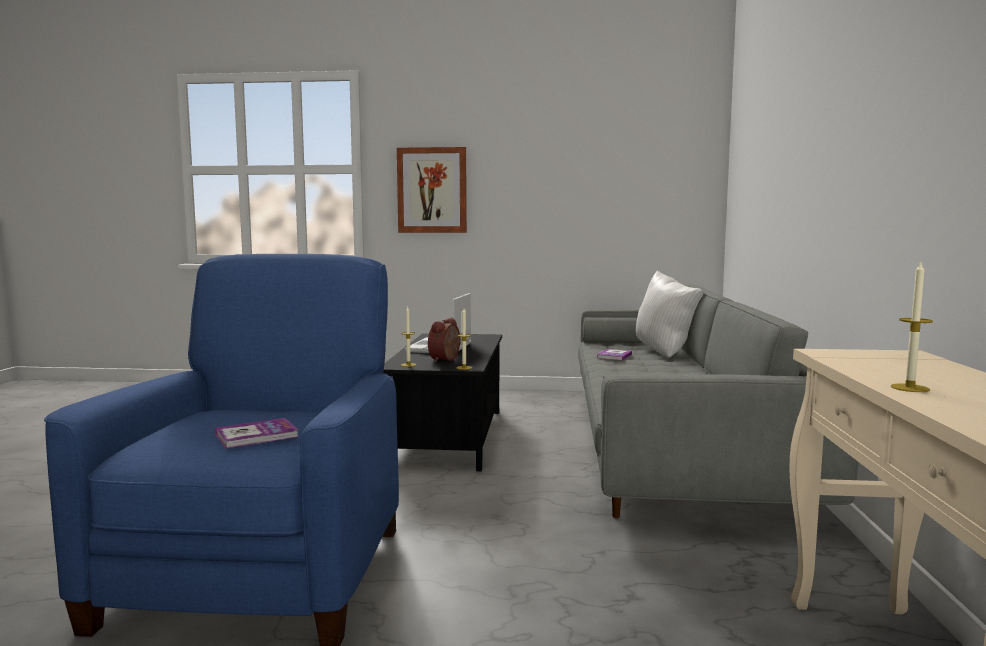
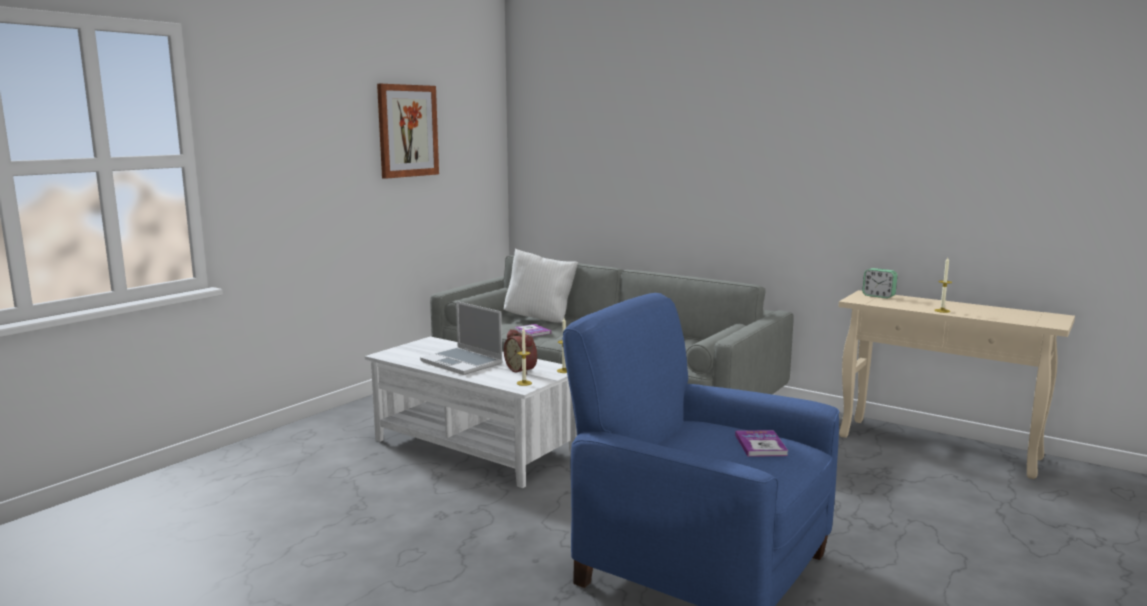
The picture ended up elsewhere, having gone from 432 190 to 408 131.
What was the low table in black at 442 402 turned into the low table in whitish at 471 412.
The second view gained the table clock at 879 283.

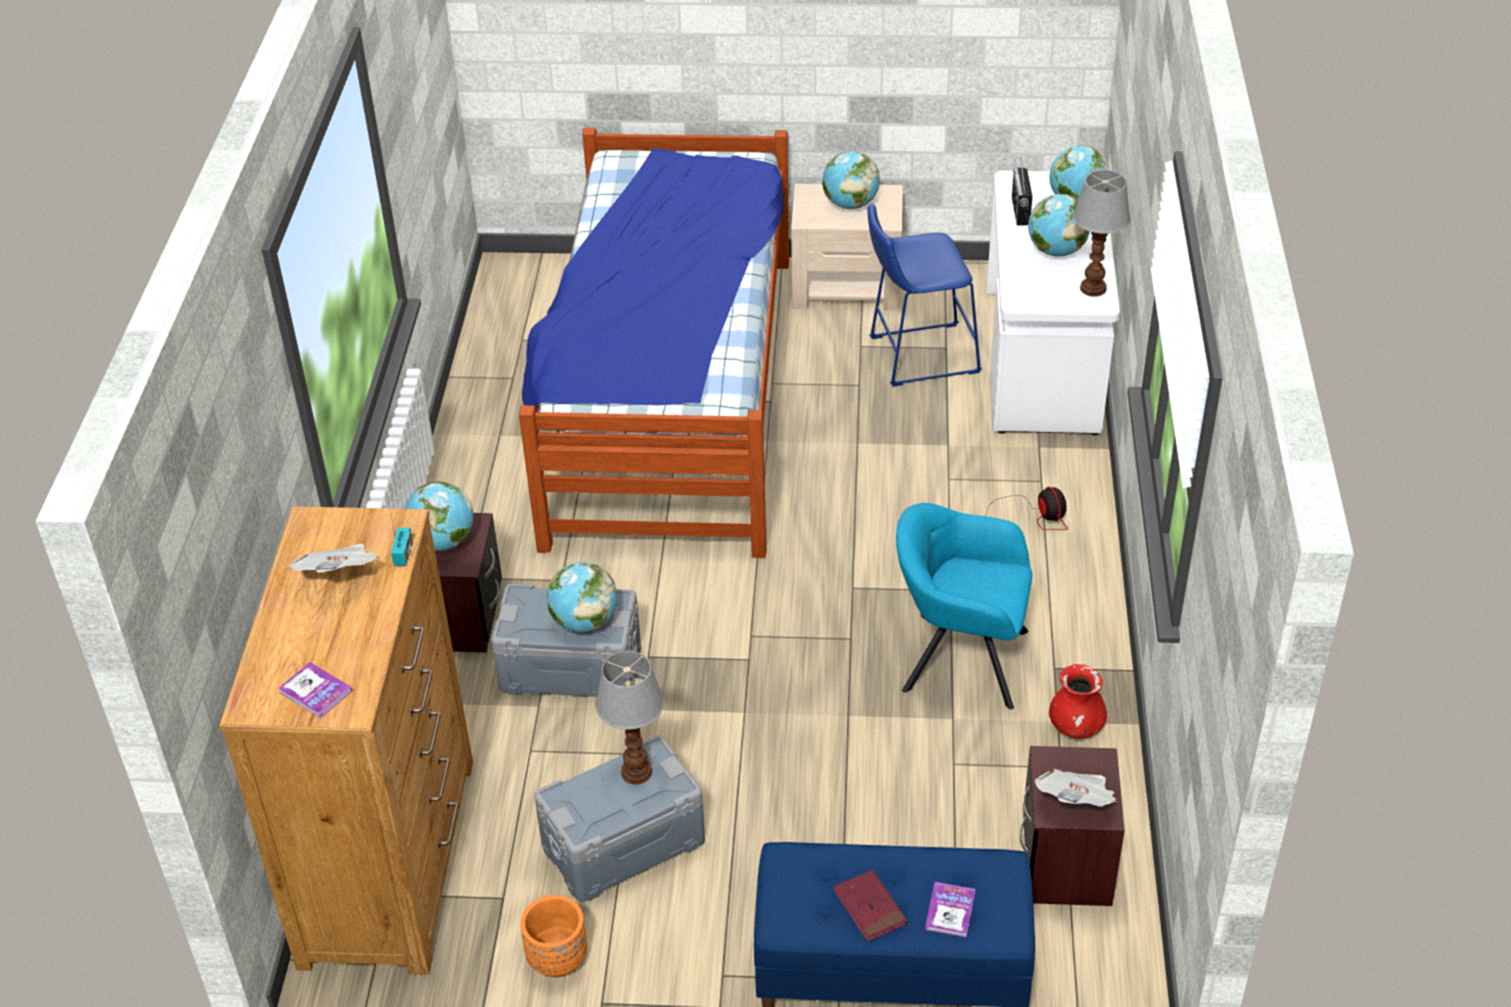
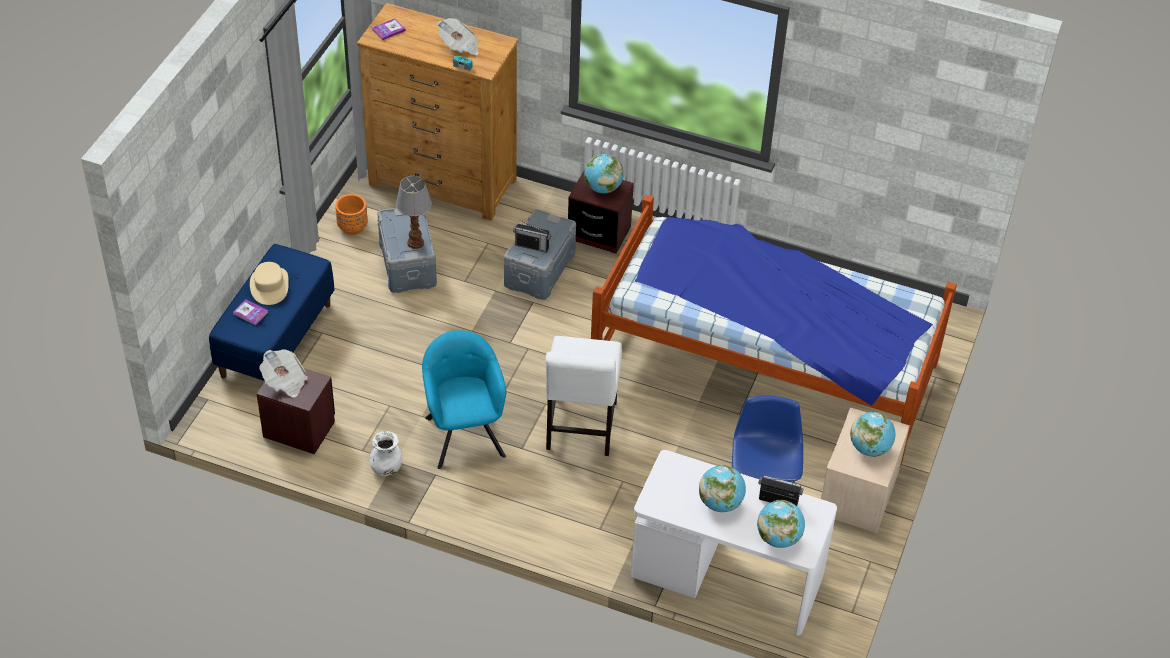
The second view lost the table lamp at 1102 233.
The second view lost the cooling fan at 1026 508.
The armchair in blue-green at 964 606 ended up facing another way, 45 degrees counterclockwise from before.
Where the globe stood at 582 597, the radio receiver came to stand at 532 236.
What was the flower vase in red at 1078 701 turned into the flower vase in whitish at 385 453.
Where the bound book in red stood at 870 906, the clothing hat in sand-coloured came to stand at 269 283.
The second view gained the upright chair in whitish at 583 396.

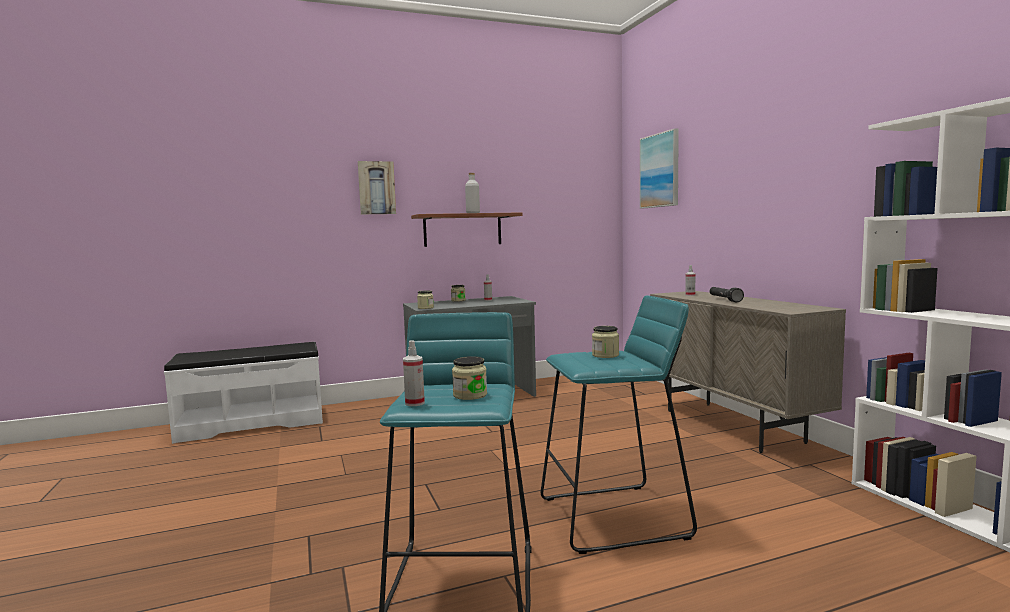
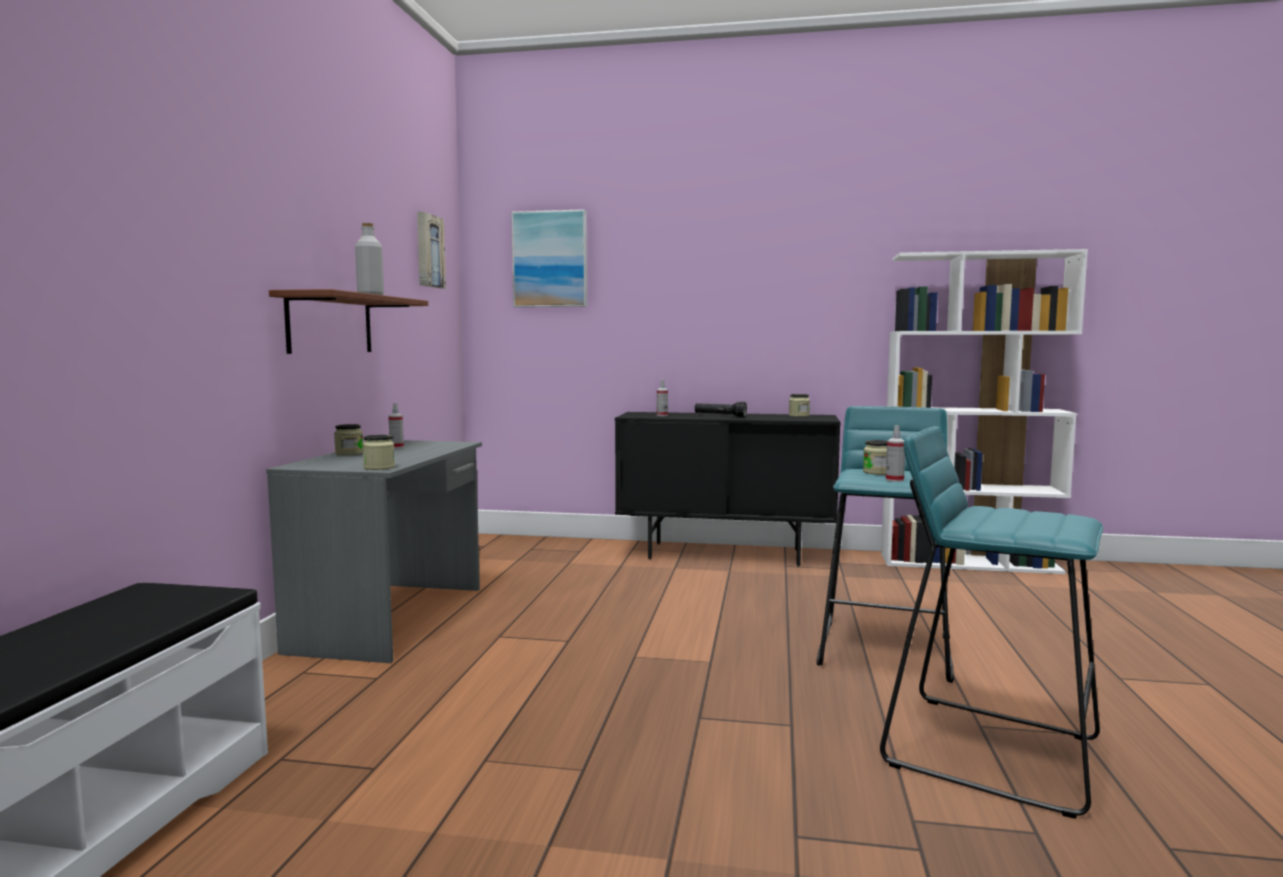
The picture ended up elsewhere, having gone from 377 187 to 431 250.
What was the storage cabinet in sand-coloured at 748 372 turned into the storage cabinet in black at 728 489.
The sprayer ended up elsewhere, having gone from 414 373 to 895 453.
The preserve jar ended up elsewhere, having gone from 469 378 to 799 405.

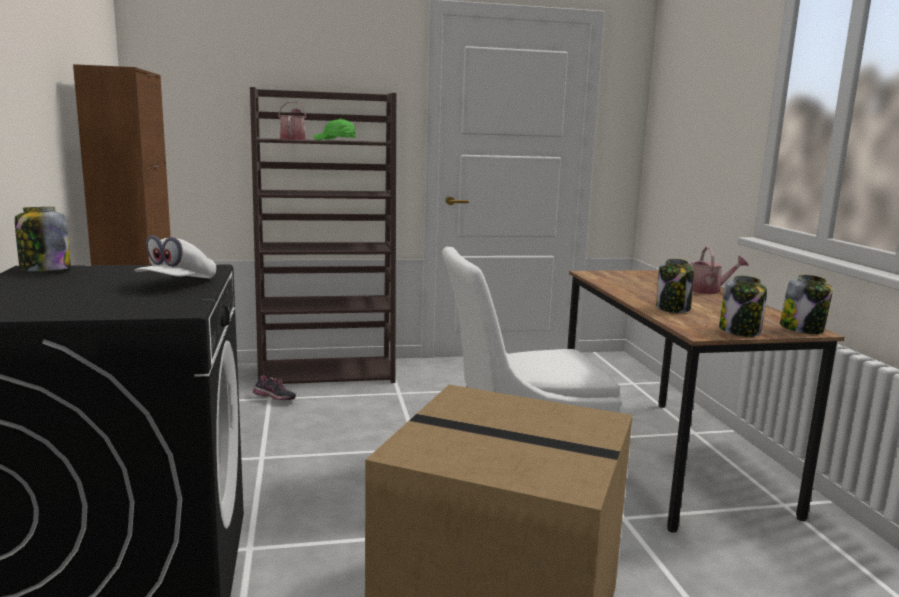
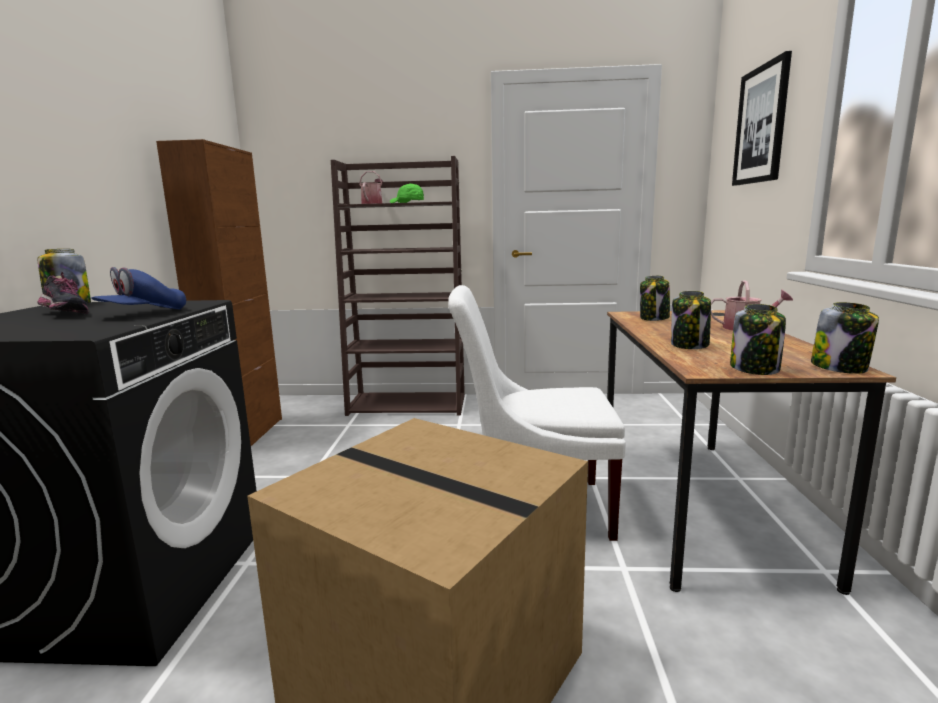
What was the cap in whitish at 175 256 turned into the cap in blue at 138 288.
The low shoe ended up elsewhere, having gone from 274 388 to 63 293.
The second view gained the picture at 762 118.
The second view gained the preserve jar at 655 298.

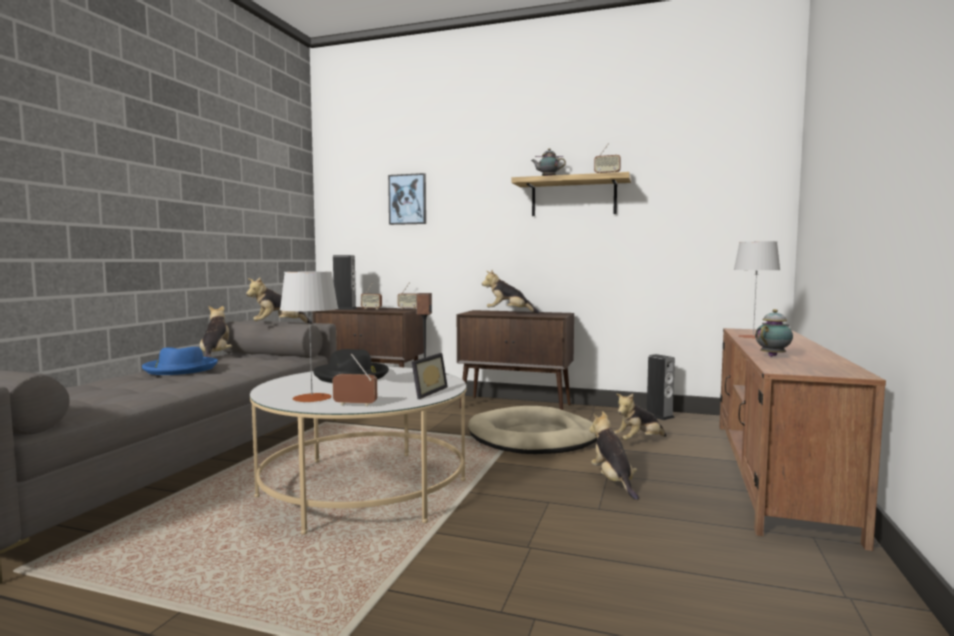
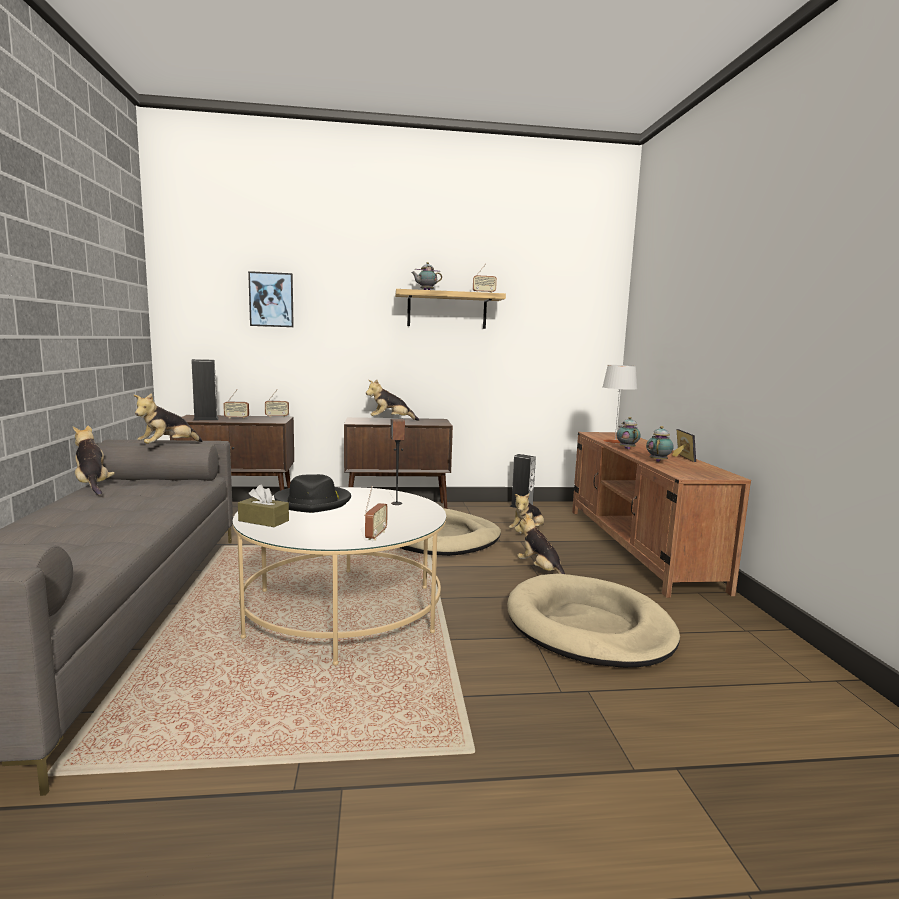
The second view lost the table lamp in grey at 309 337.
The second view lost the clothing hat in blue at 180 361.
The picture frame ended up elsewhere, having gone from 430 376 to 684 445.
The radio receiver at 355 380 ended up facing another way, 120 degrees clockwise from before.
The second view gained the pot for tea at 628 433.
The second view gained the tissue holder in brown at 263 506.
The second view gained the pet bed in sand-coloured at 593 621.

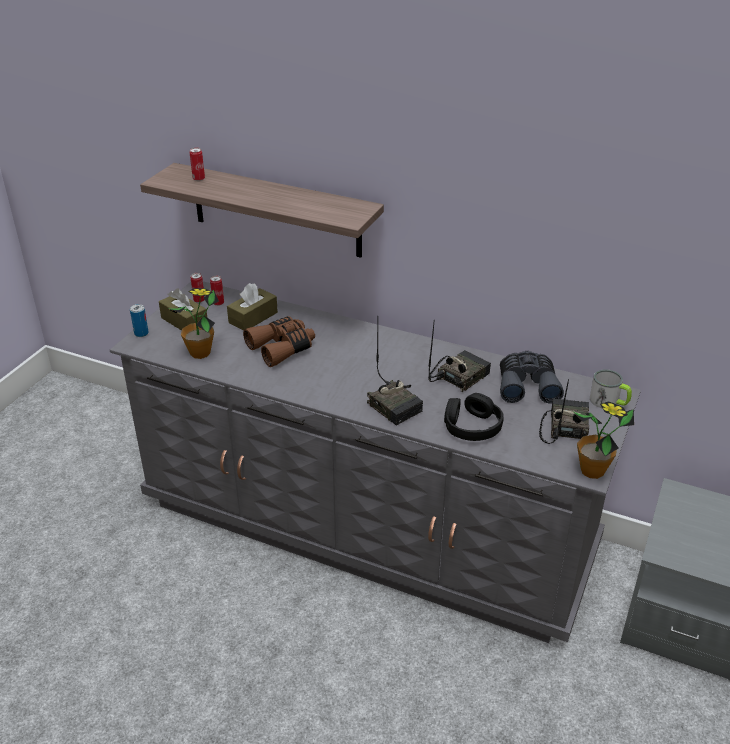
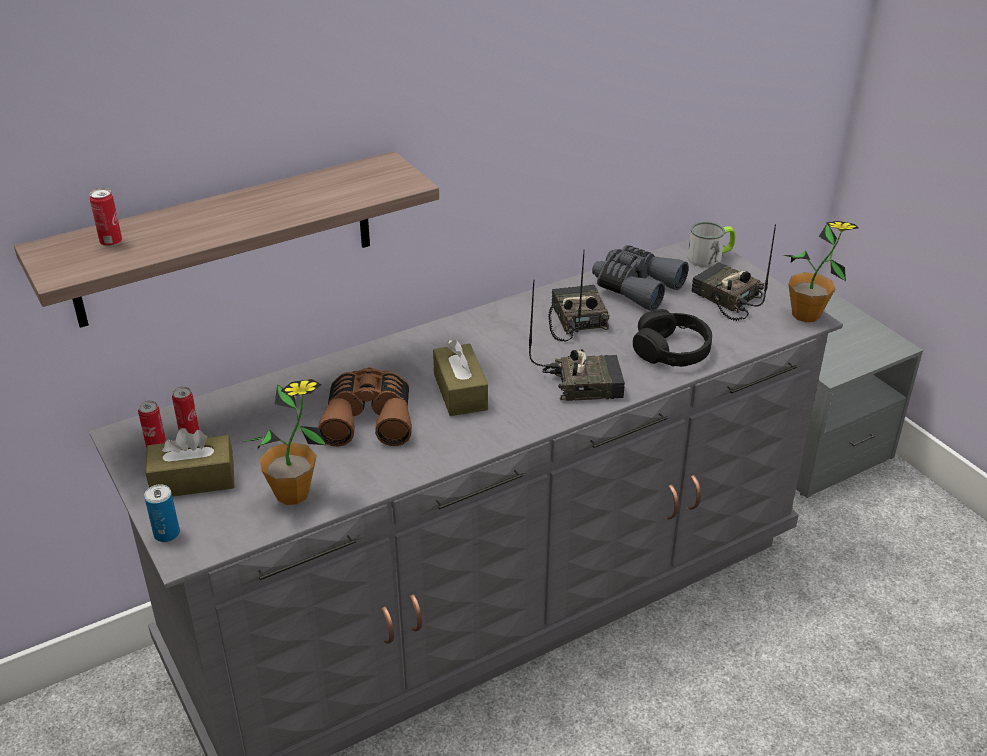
The tissue holder in brown ended up elsewhere, having gone from 252 307 to 460 378.

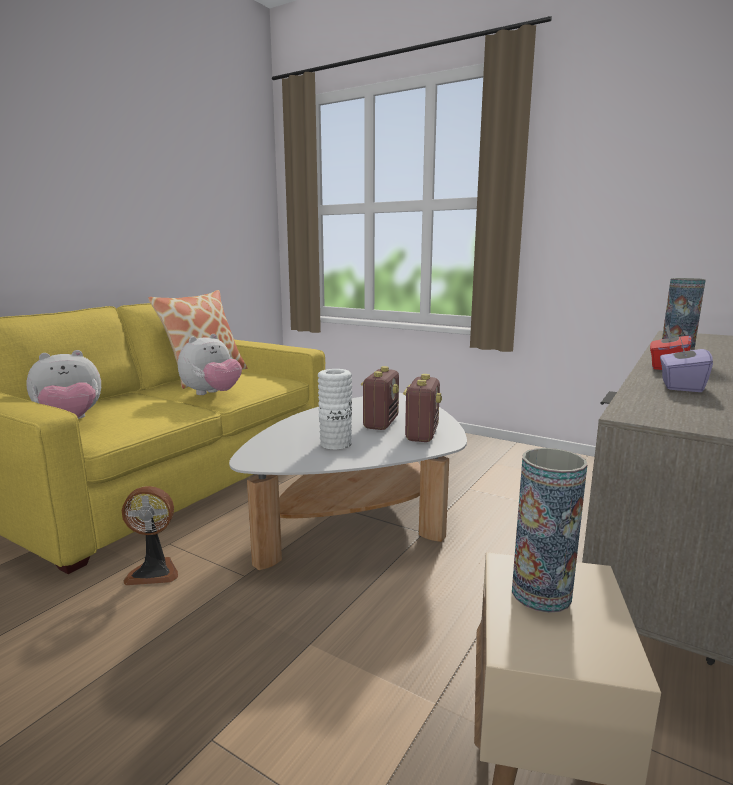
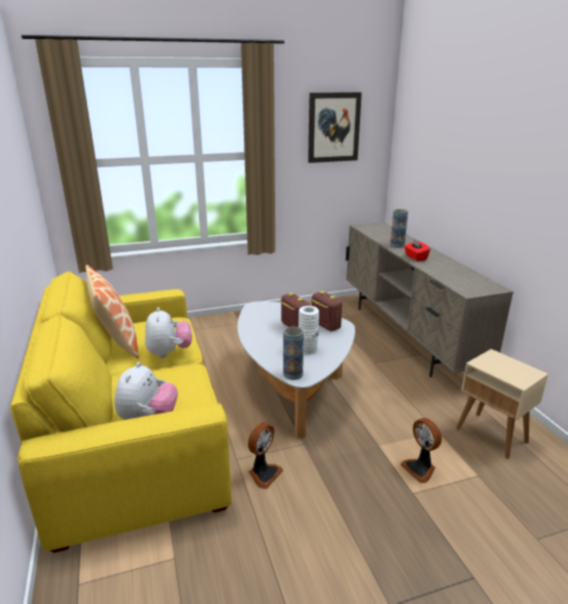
The second view lost the tissue holder in purple at 686 364.
The flower vase ended up elsewhere, having gone from 549 530 to 293 353.
The second view gained the picture at 335 127.
The second view gained the cooling fan at 421 450.

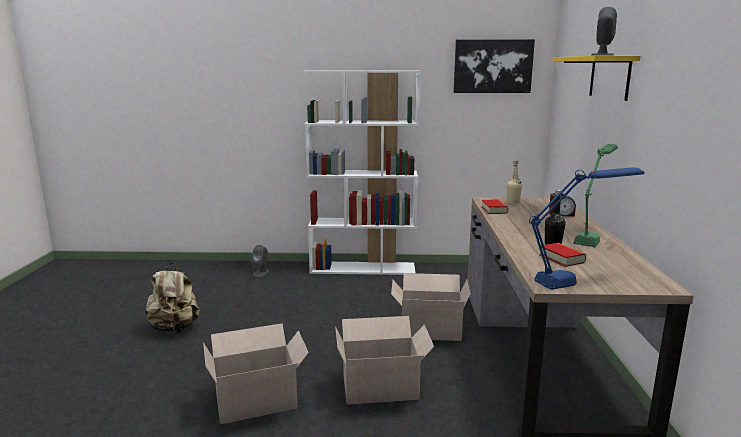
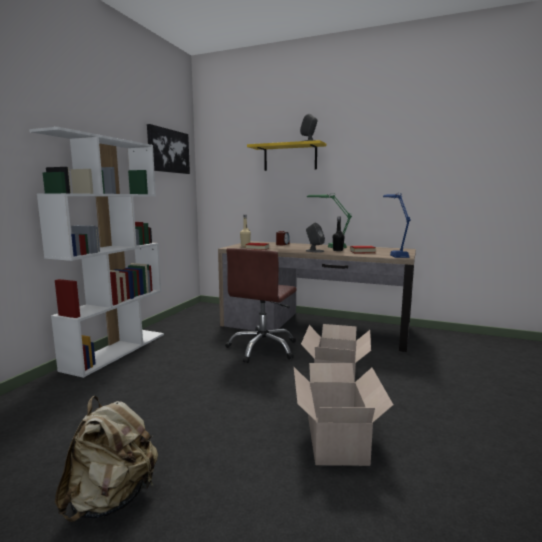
The speaker in grey ended up elsewhere, having gone from 260 261 to 315 238.
Where the cardboard box stood at 431 307, the desk chair in brown came to stand at 261 305.

